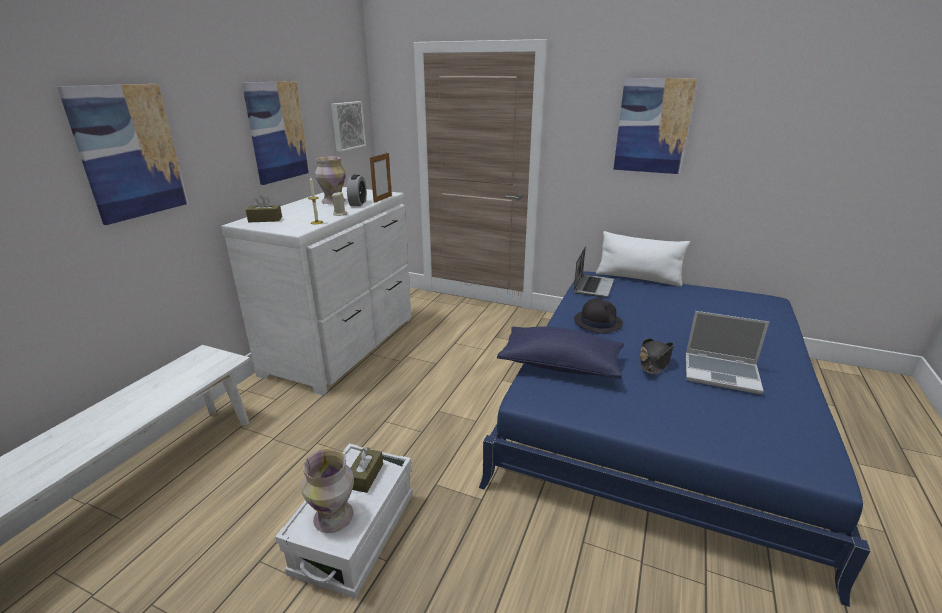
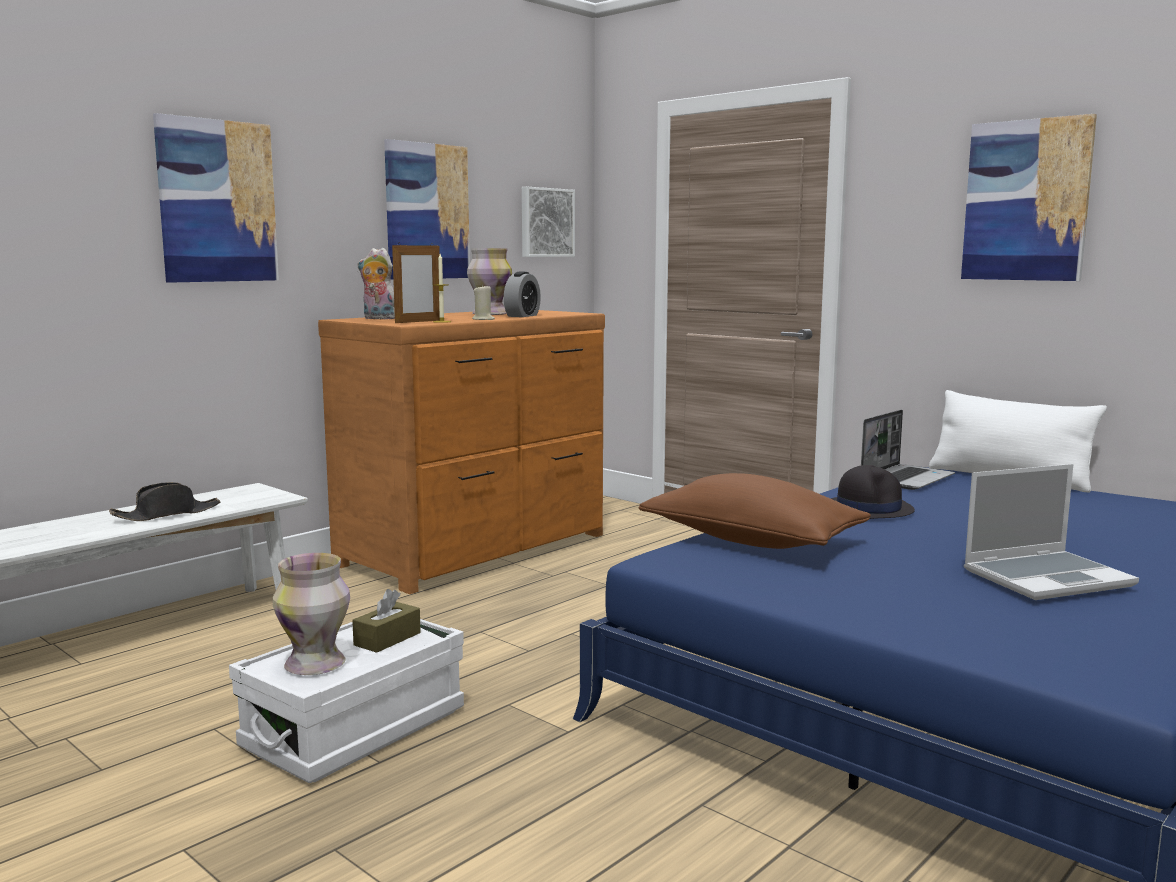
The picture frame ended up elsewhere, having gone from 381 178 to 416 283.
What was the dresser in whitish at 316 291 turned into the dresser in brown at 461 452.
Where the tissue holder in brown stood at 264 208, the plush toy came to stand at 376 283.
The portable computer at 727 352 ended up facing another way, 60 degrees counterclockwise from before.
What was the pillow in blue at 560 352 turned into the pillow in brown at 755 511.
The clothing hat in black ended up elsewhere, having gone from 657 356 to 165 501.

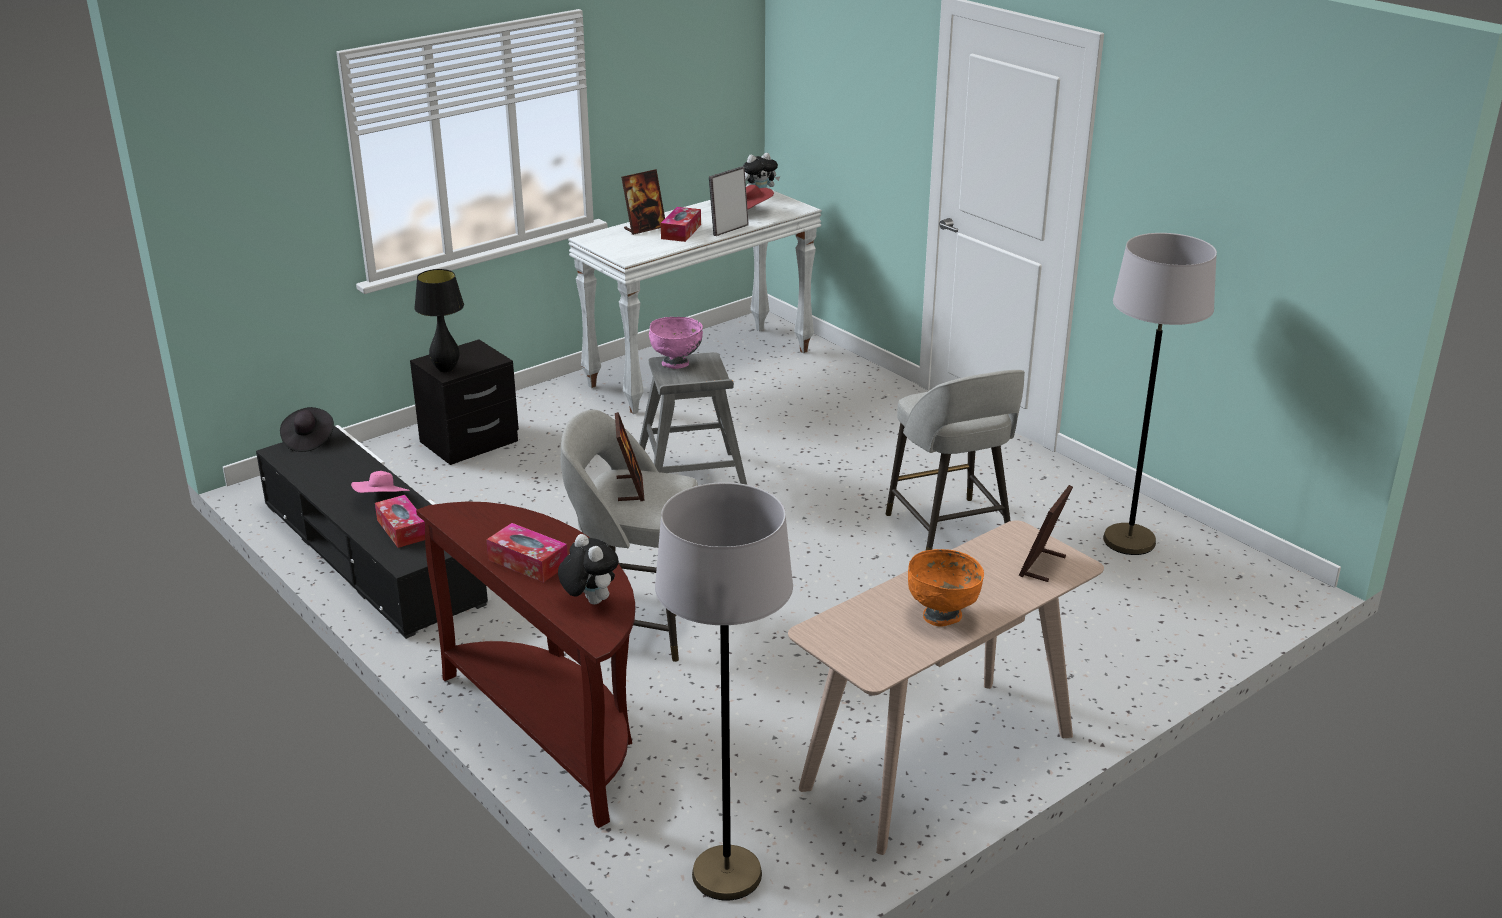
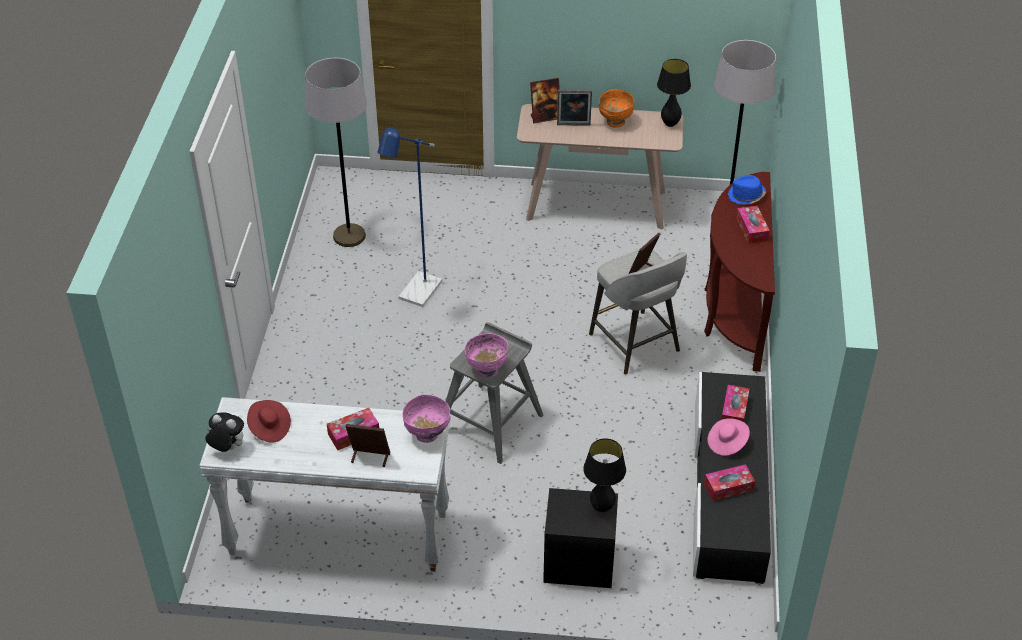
The picture frame ended up elsewhere, having gone from 729 201 to 574 108.
Where the stool seat in grey stood at 955 460, the standard lamp in blue came to stand at 409 216.
The second view lost the clothing hat in black at 307 429.
Where the plush toy stood at 588 569, the clothing hat in blue came to stand at 747 190.
The second view gained the table lamp in black at 674 93.
The second view gained the deep dish in pink-coloured at 426 419.
The second view gained the tissue holder at 729 482.

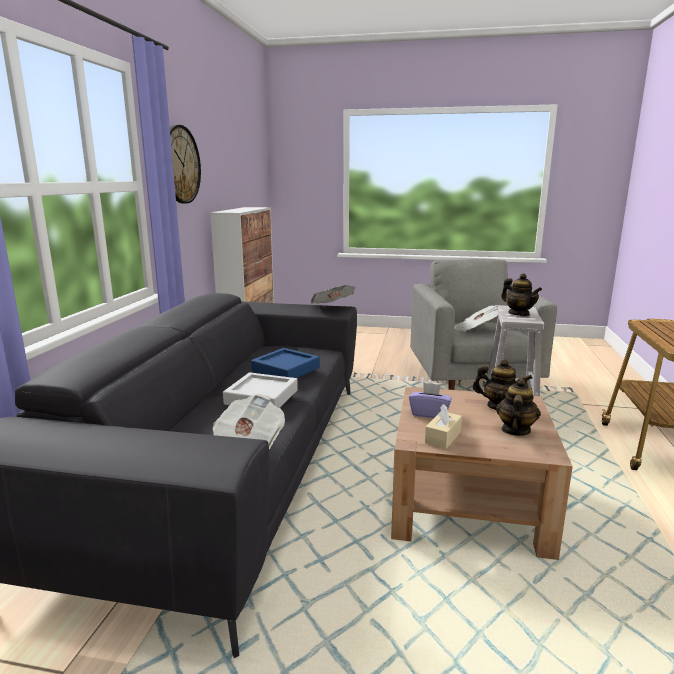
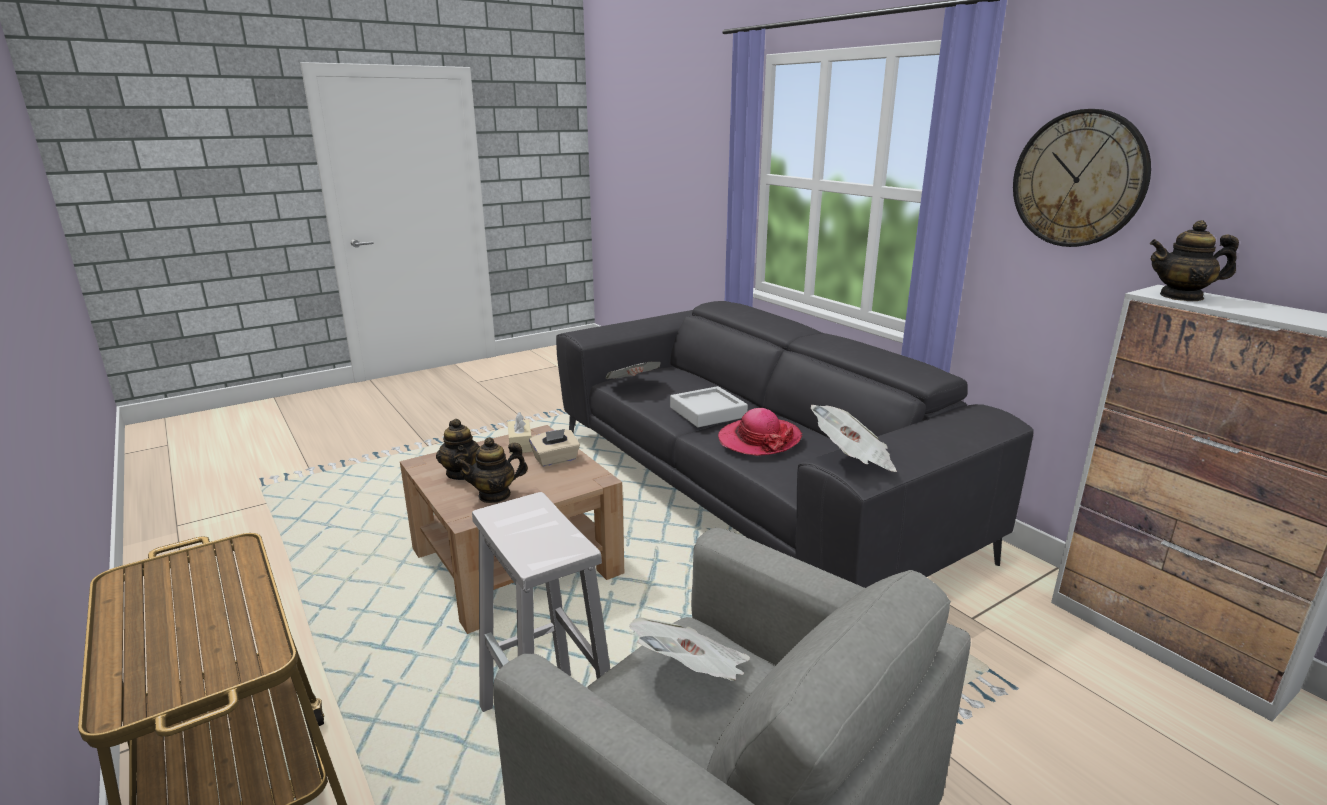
The pot for tea ended up elsewhere, having gone from 521 294 to 1194 260.
Where the carrying tray in blue stood at 285 363, the clothing hat came to stand at 760 432.
What was the tissue holder in purple at 430 400 turned into the tissue holder in sand-coloured at 554 448.

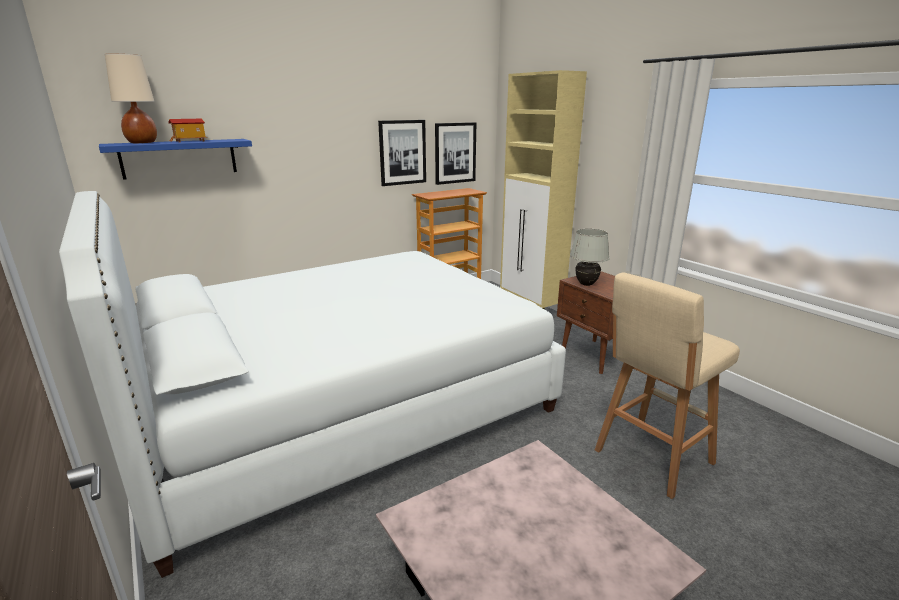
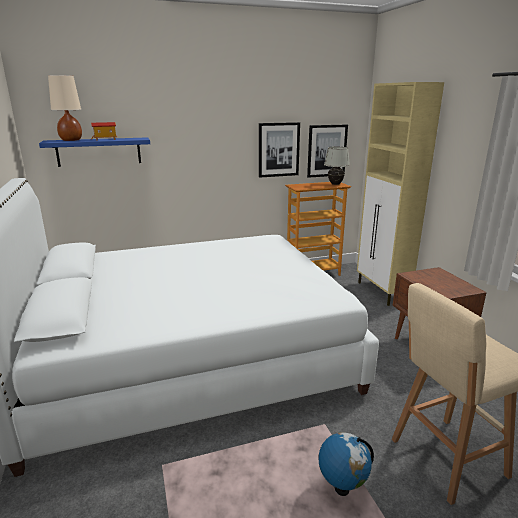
The table lamp in whitish ended up elsewhere, having gone from 590 257 to 337 165.
The second view gained the globe at 346 464.

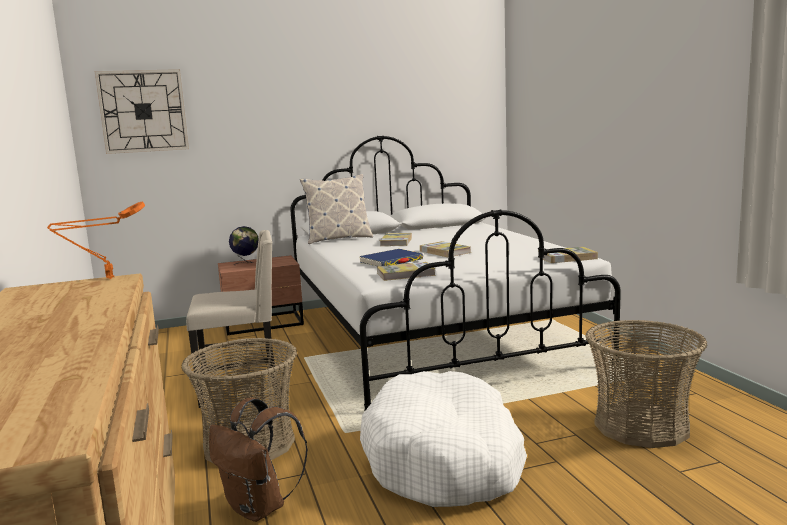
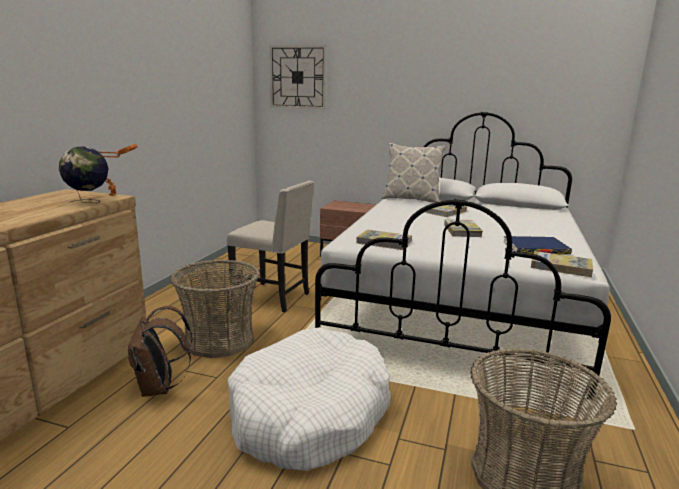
The globe ended up elsewhere, having gone from 244 246 to 84 175.
The bound book in blue ended up elsewhere, having gone from 391 257 to 538 245.

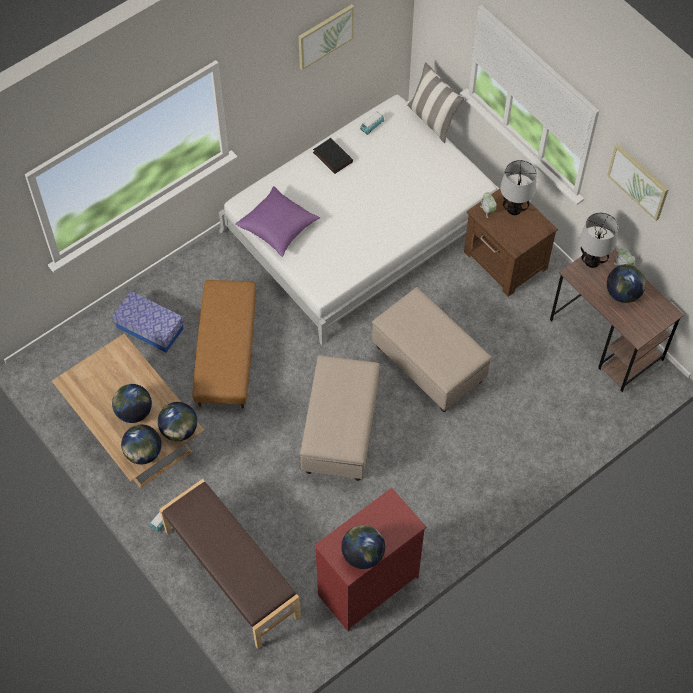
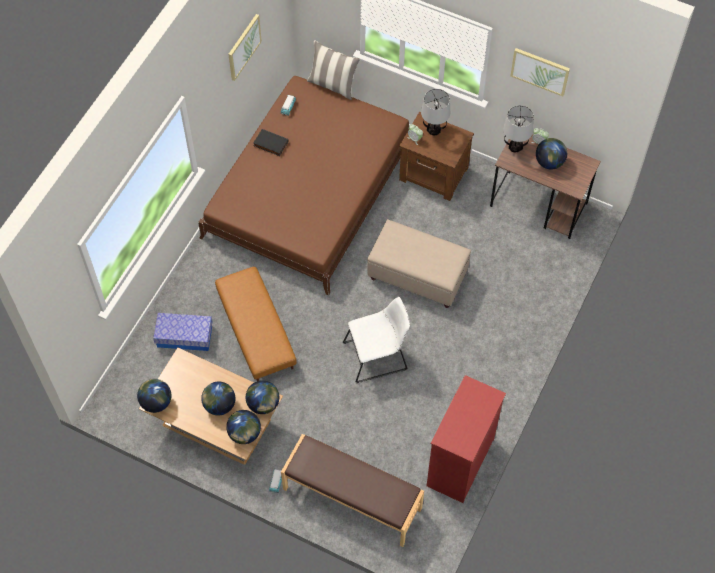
What was the bedroom bed in whitish at 357 219 turned into the bedroom bed in brown at 303 185.
The second view lost the pillow in purple at 277 221.
Where the pouffe in sand-coloured stood at 340 418, the upright chair in whitish came to stand at 376 340.
The globe ended up elsewhere, having gone from 363 547 to 154 396.

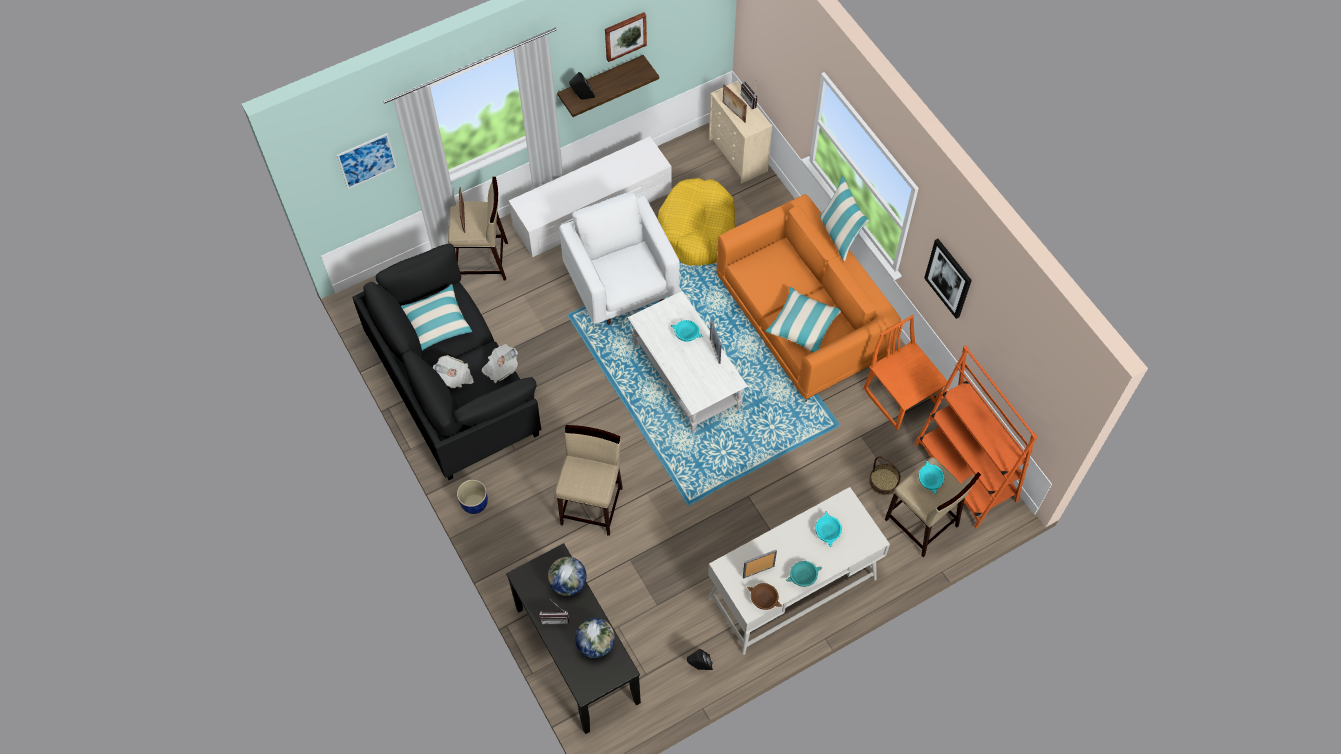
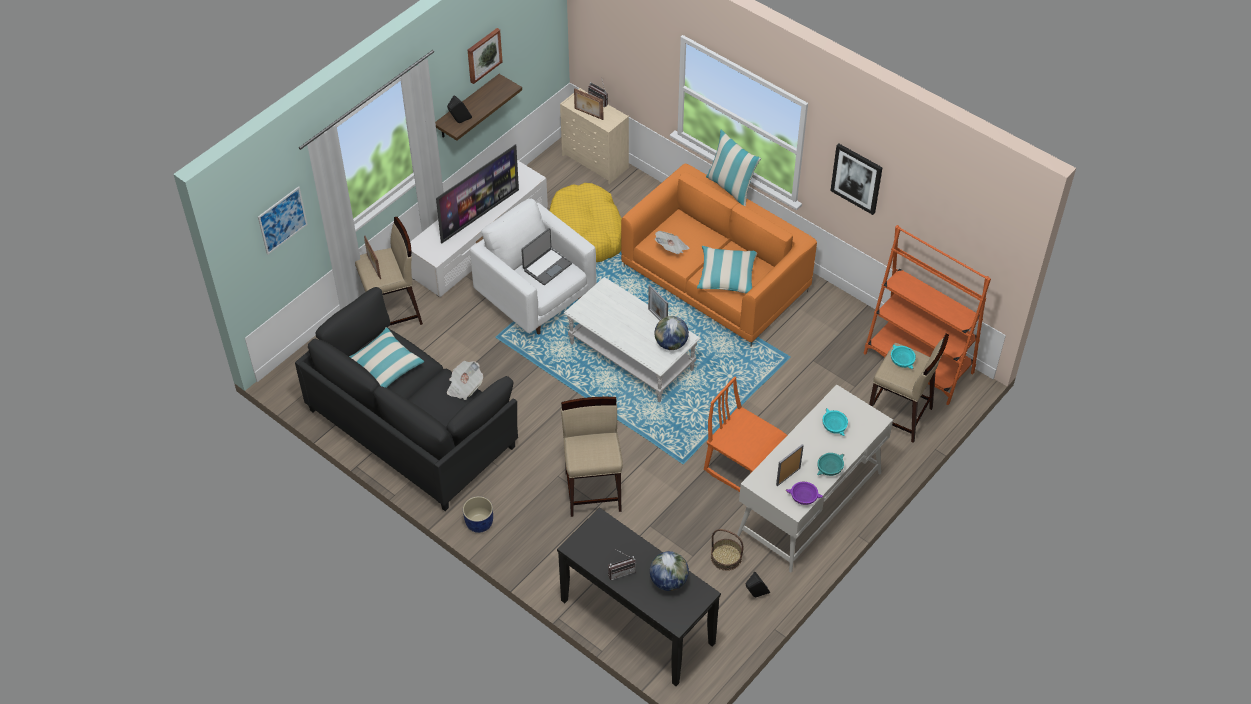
The upright chair in orange ended up elsewhere, having gone from 905 372 to 745 434.
The second view lost the deep dish in blue-green at 687 331.
The newspaper ended up elsewhere, having gone from 453 372 to 672 242.
The household basket ended up elsewhere, having gone from 885 475 to 727 550.
The globe ended up elsewhere, having gone from 567 576 to 671 333.
What was the deep dish in brown at 764 596 turned into the deep dish in purple at 804 493.
The second view gained the television at 477 194.
The second view gained the portable computer at 546 256.

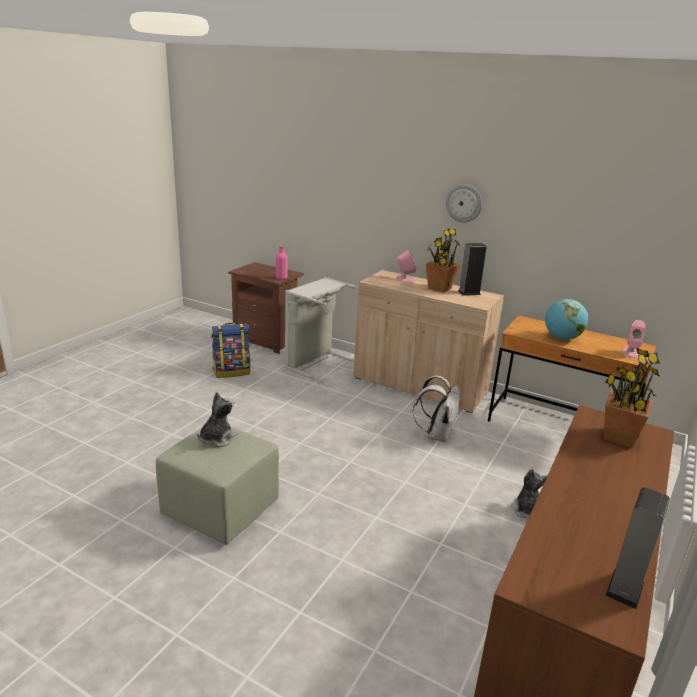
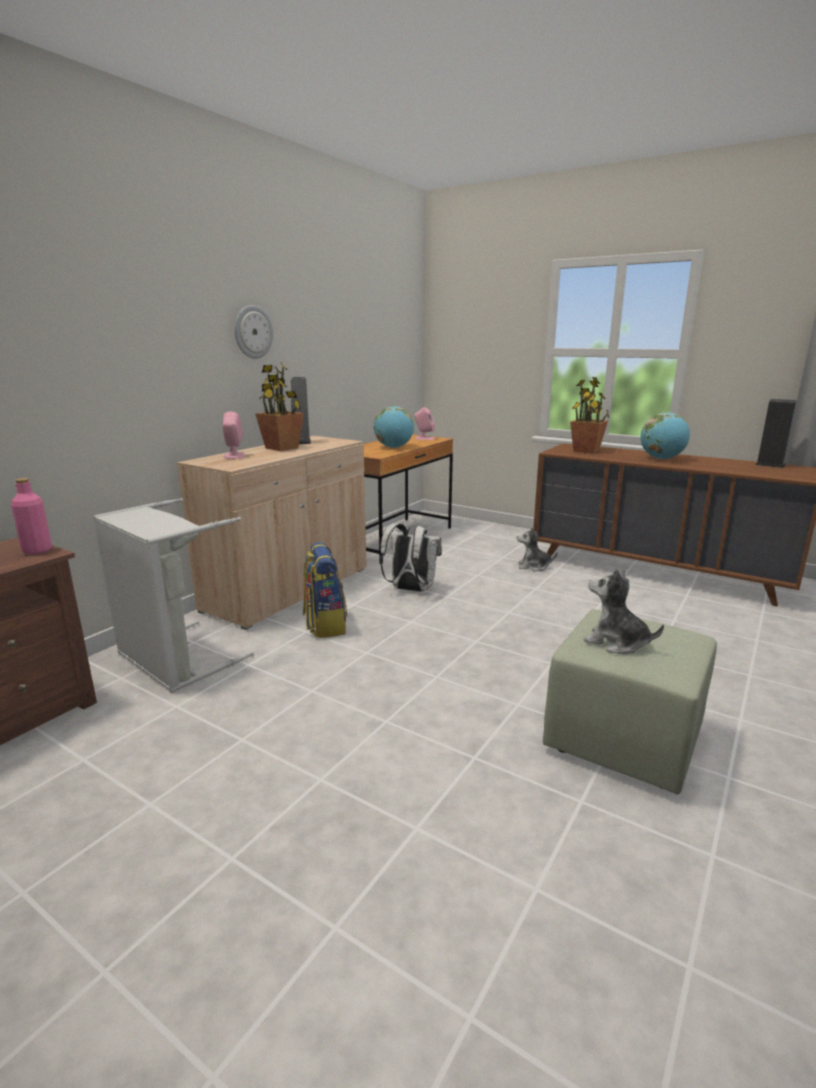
The rucksack ended up elsewhere, having gone from 230 350 to 325 590.
The second view gained the globe at 665 435.

